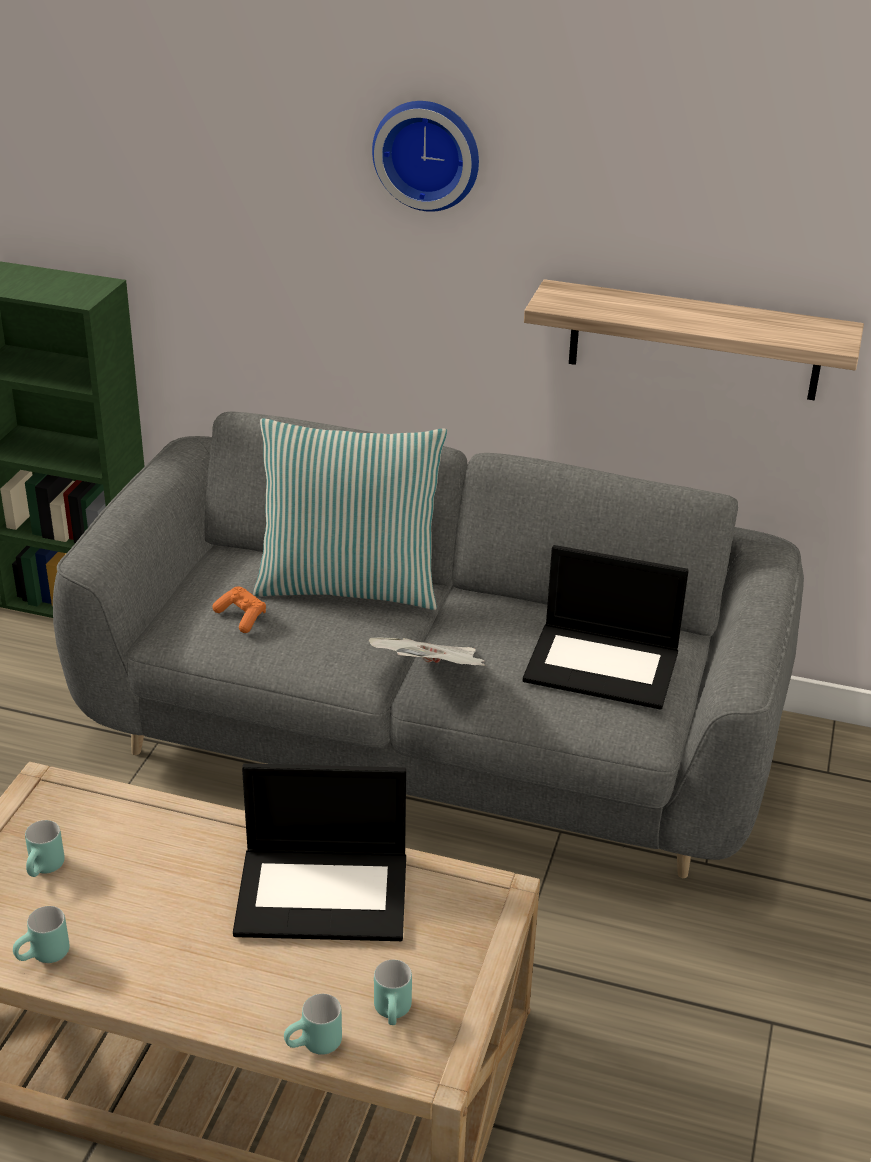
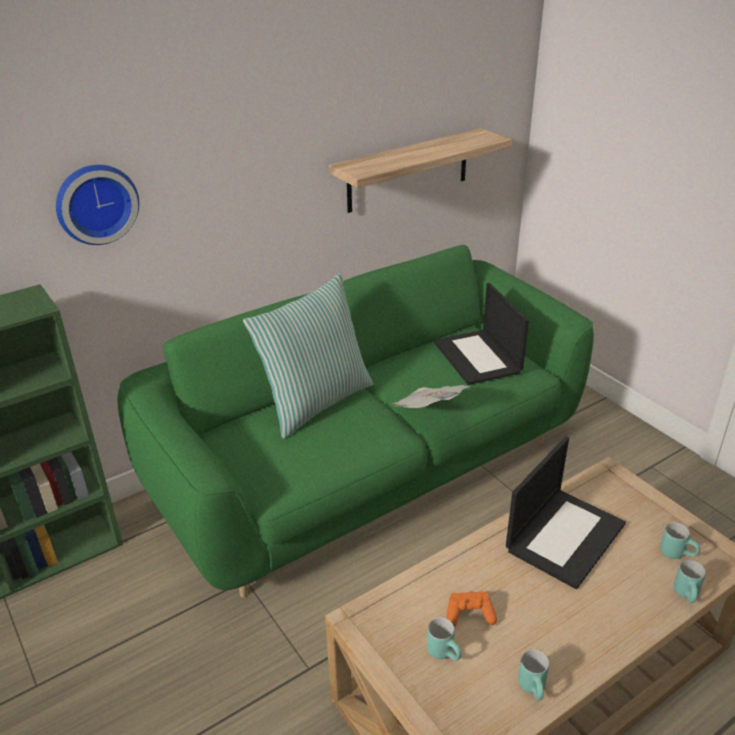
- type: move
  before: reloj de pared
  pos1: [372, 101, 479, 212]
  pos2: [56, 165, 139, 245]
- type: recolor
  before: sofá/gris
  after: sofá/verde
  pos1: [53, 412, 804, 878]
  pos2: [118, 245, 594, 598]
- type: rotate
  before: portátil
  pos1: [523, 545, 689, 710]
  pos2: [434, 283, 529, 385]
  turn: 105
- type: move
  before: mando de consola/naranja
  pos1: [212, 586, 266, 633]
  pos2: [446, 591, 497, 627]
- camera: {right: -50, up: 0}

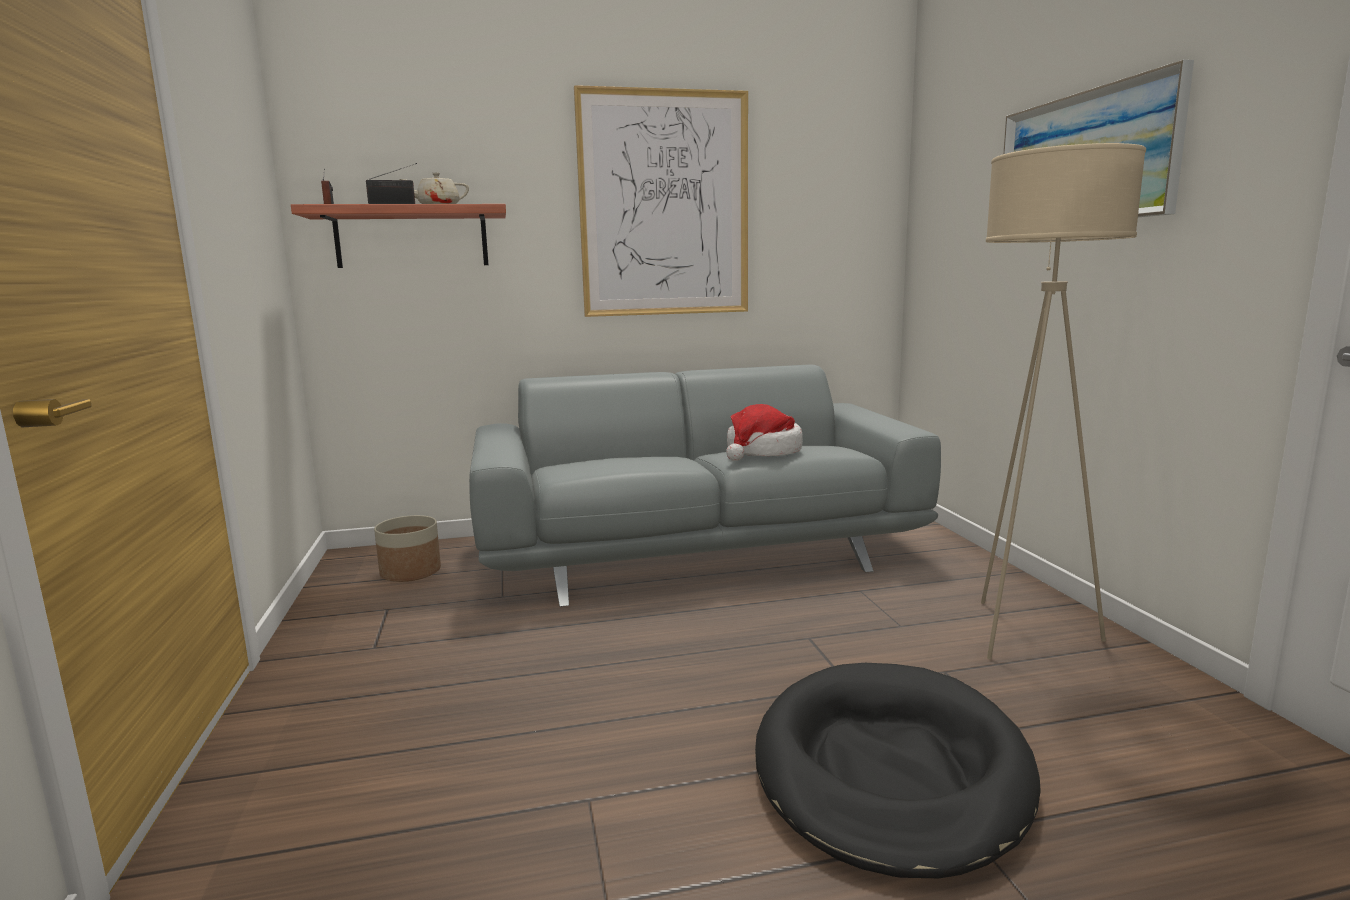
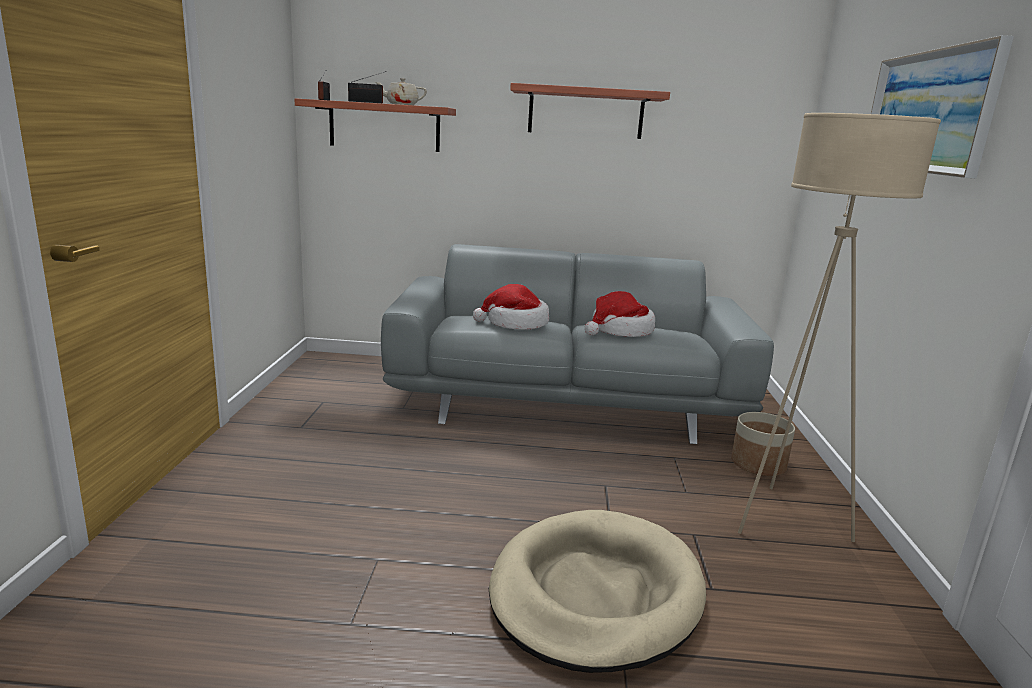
- type: insert
  after: sombrero
  pos2: [473, 284, 549, 330]
- type: recolor
  before: cama para perro/negro
  after: cama para perro/beis
  pos1: [755, 663, 1041, 878]
  pos2: [489, 510, 706, 673]
- type: replace
  before: cuadro
  after: estante
  pos1: [574, 85, 748, 317]
  pos2: [510, 83, 670, 139]
- type: move
  before: maceta
  pos1: [374, 515, 441, 582]
  pos2: [731, 412, 795, 476]
- camera: {right: 15, up: 5}

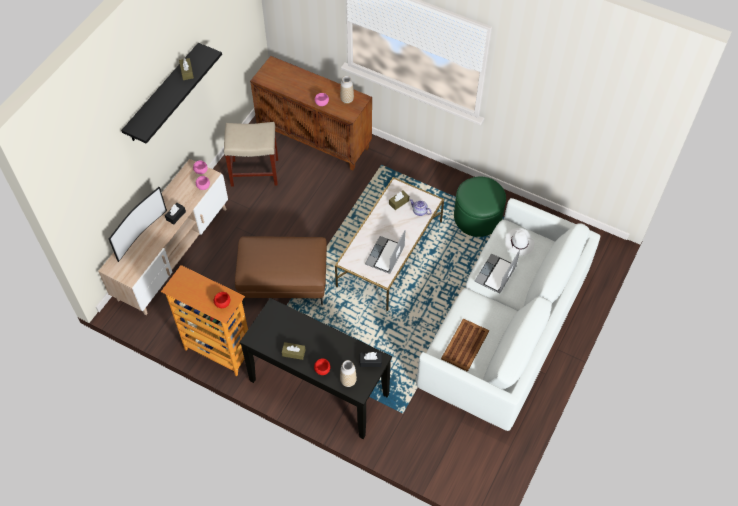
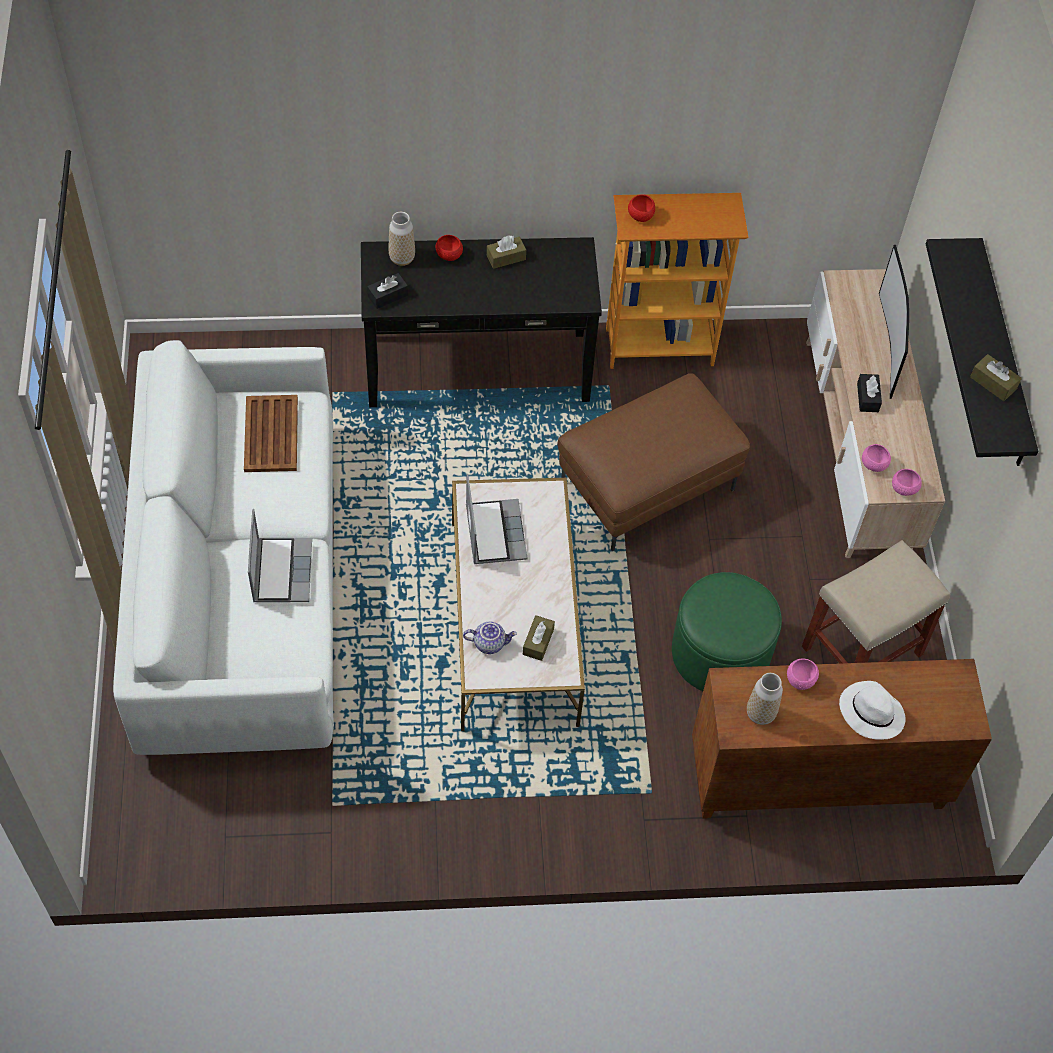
- type: move
  before: puf/verde
  pos1: [454, 177, 506, 237]
  pos2: [672, 572, 782, 691]
- type: move
  before: sombrero/blanco
  pos1: [505, 228, 535, 256]
  pos2: [839, 681, 906, 740]
- camera: {right: 145, up: 0}

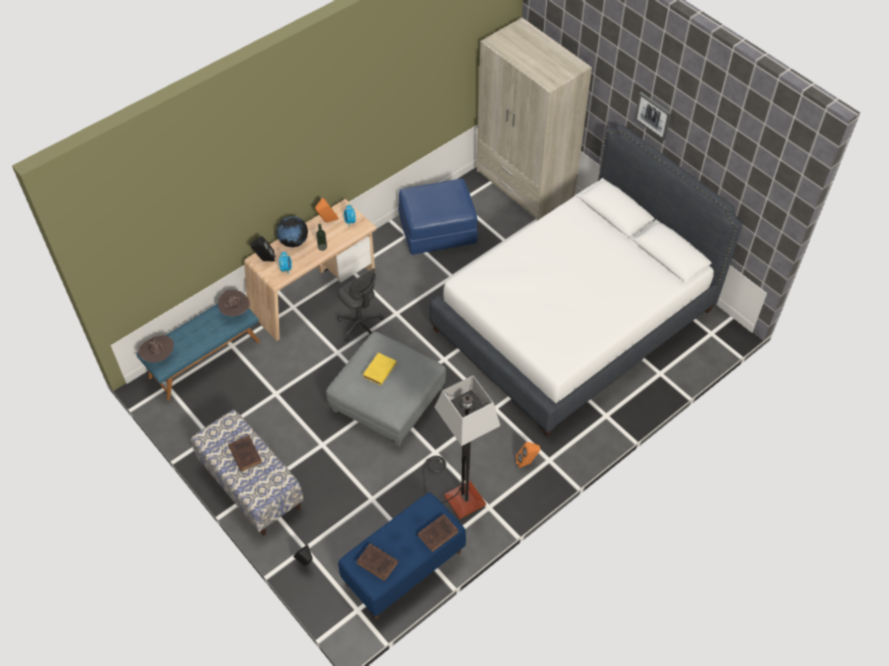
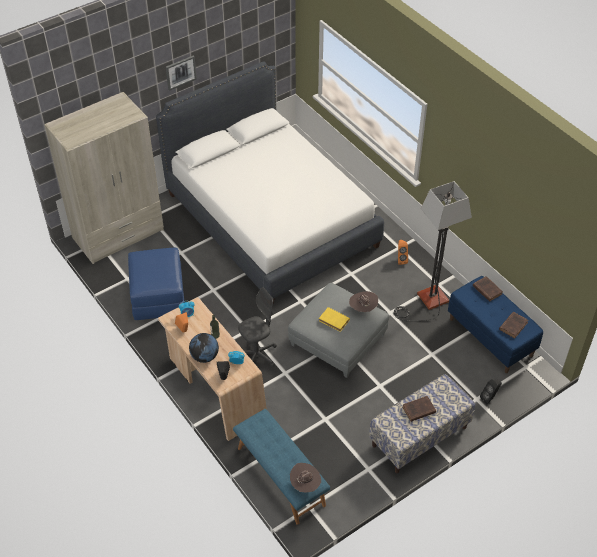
- type: move
  before: sombrero/marrón
  pos1: [218, 290, 249, 316]
  pos2: [349, 291, 378, 312]
- camera: {right: -85, up: -5}

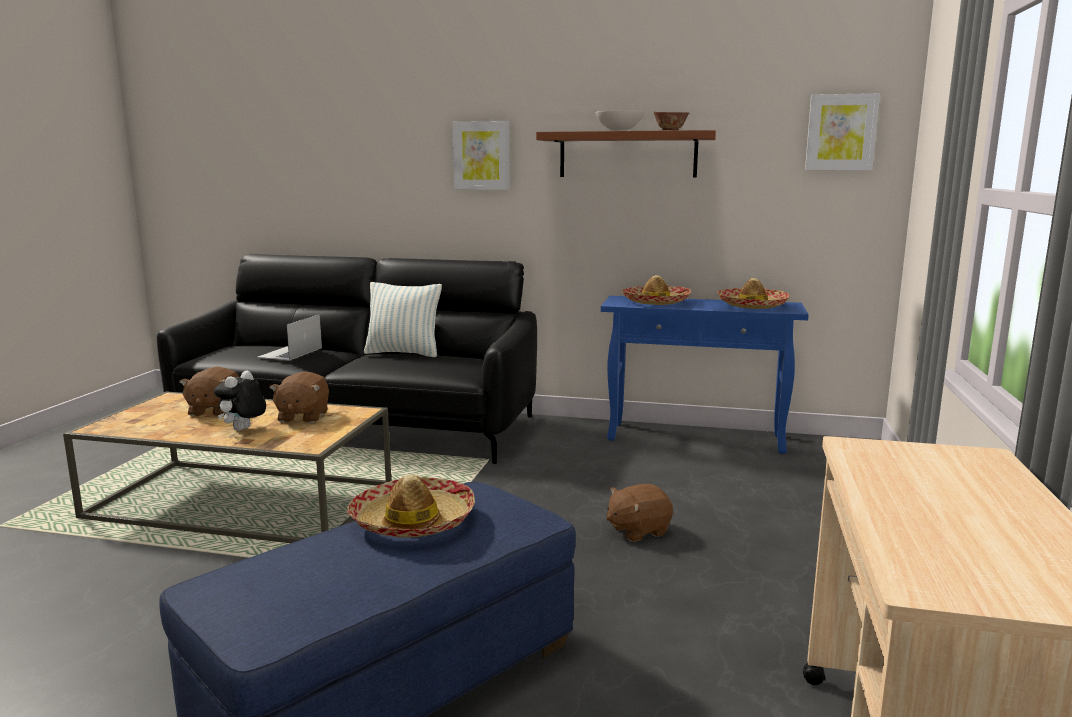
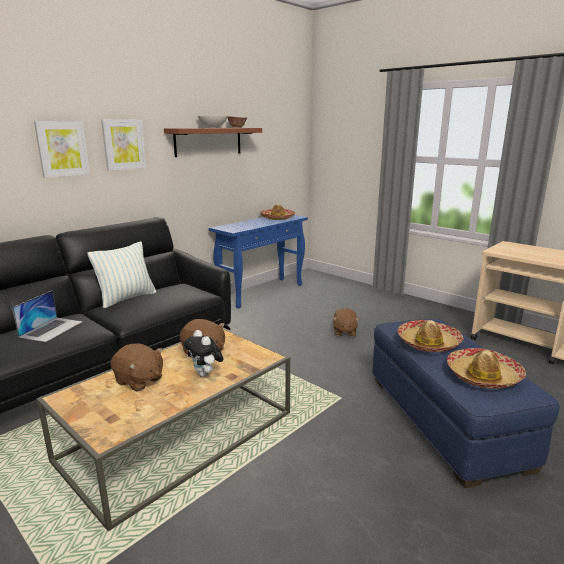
- type: rotate
  before: portátil
  pos1: [257, 314, 322, 361]
  pos2: [12, 290, 83, 342]
  turn: -120
- type: move
  before: cuadro
  pos1: [805, 93, 880, 170]
  pos2: [34, 121, 90, 178]
- type: move
  before: sombrero
  pos1: [622, 275, 691, 305]
  pos2: [447, 348, 526, 389]
- camera: {right: -60, up: 5}

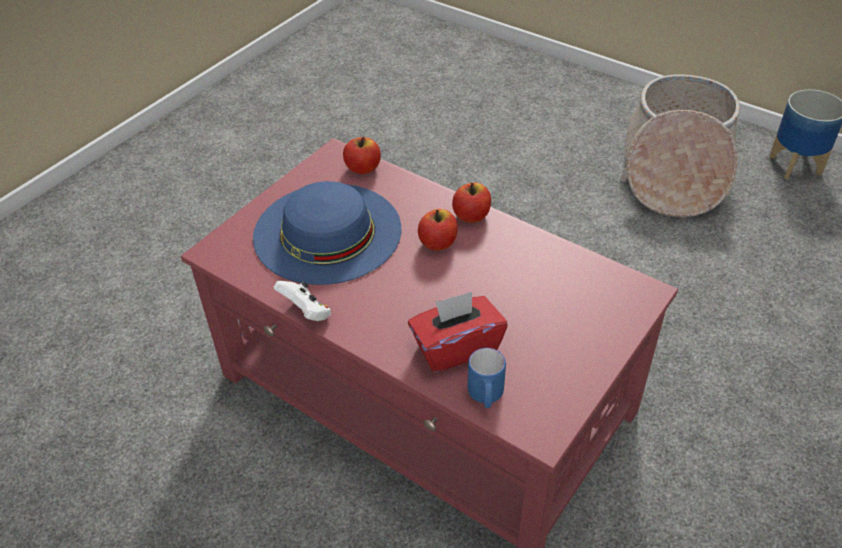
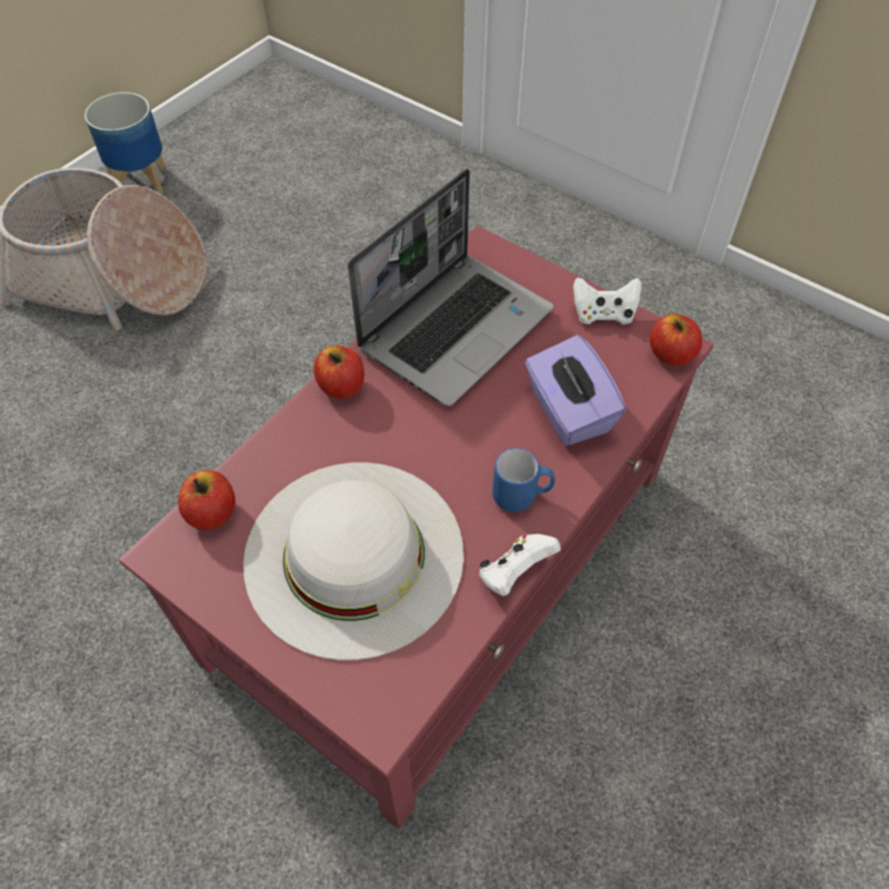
- type: recolor
  before: sombrero/azul
  after: sombrero/blanco
  pos1: [253, 181, 401, 285]
  pos2: [243, 462, 464, 660]
- type: insert
  after: portátil
  pos2: [348, 169, 553, 407]
- type: move
  before: taza grande/azul
  pos1: [468, 348, 506, 408]
  pos2: [492, 448, 555, 512]
- type: recolor
  before: caja de pañuelos/rojo
  after: caja de pañuelos/morado
  pos1: [408, 292, 508, 372]
  pos2: [525, 335, 626, 446]
- type: insert
  after: mando de consola/blanco
  pos2: [573, 277, 641, 324]
- type: move
  before: manzana
  pos1: [418, 209, 458, 250]
  pos2: [650, 314, 702, 366]
- camera: {right: -90, up: 10}

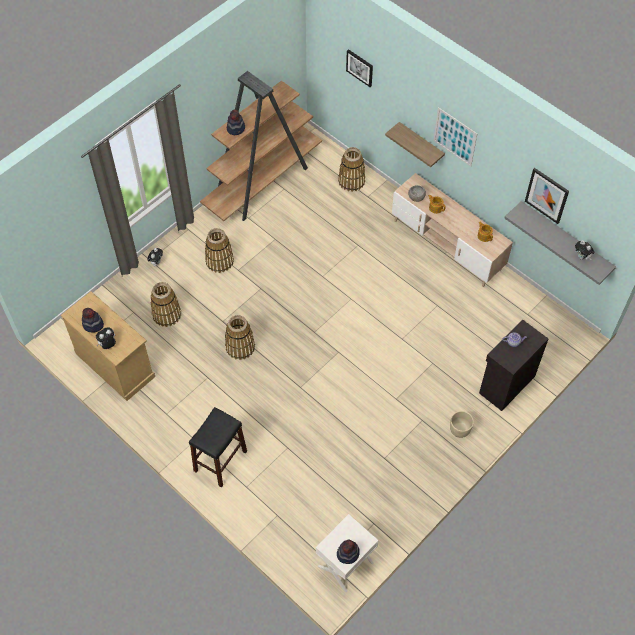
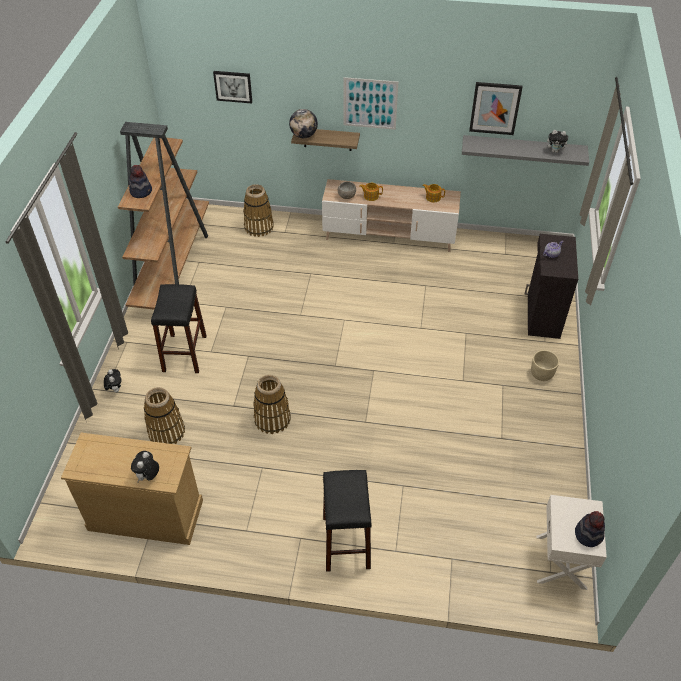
- type: replace
  before: cesta
  after: taburete/negro
  pos1: [205, 228, 234, 273]
  pos2: [151, 284, 207, 373]
- type: insert
  after: globo terráqueo
  pos2: [289, 109, 318, 138]
- type: delete
  before: sombrero
  pos1: [82, 308, 104, 333]
- camera: {right: -35, up: -10}

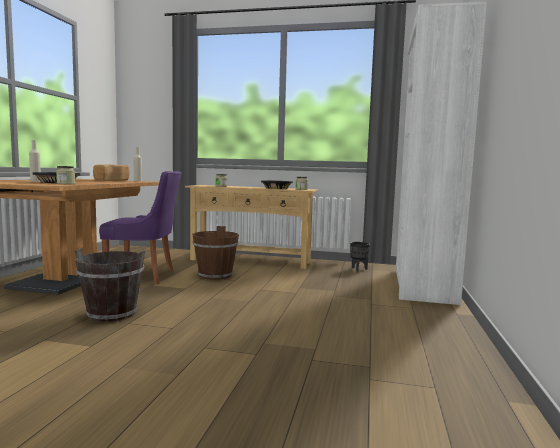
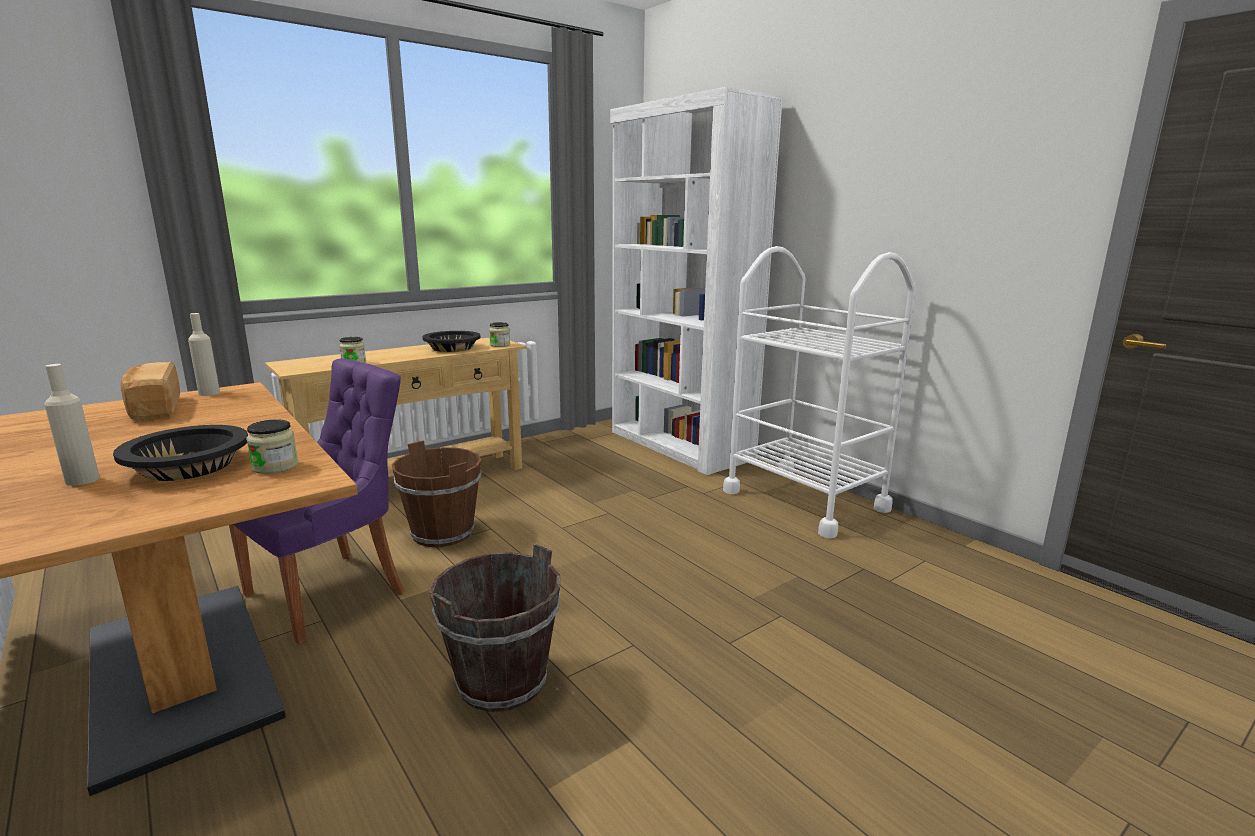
- type: insert
  after: carrito/blanco
  pos2: [723, 246, 916, 539]
- type: delete
  before: maceta/negro
  pos1: [350, 242, 370, 271]
- camera: {right: -50, up: 10}

